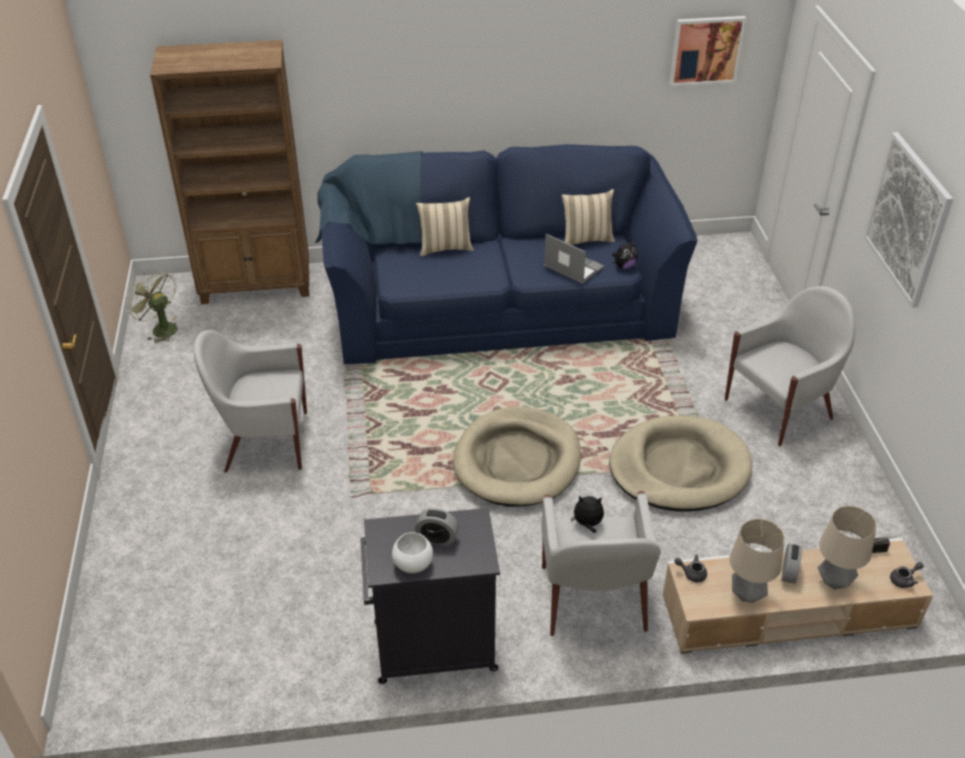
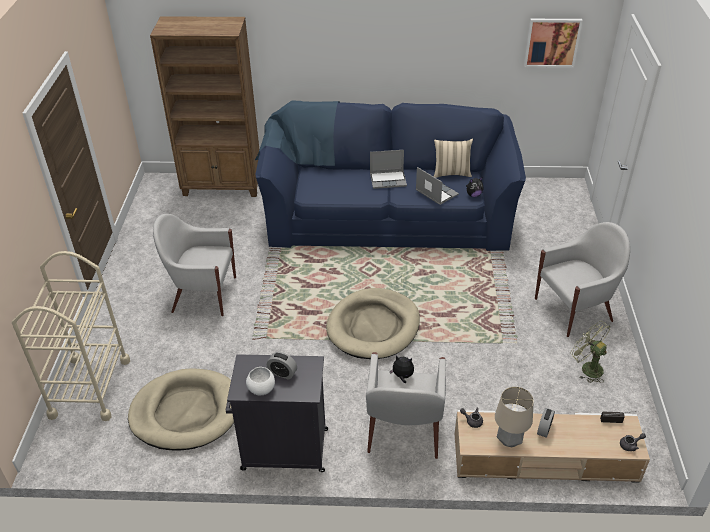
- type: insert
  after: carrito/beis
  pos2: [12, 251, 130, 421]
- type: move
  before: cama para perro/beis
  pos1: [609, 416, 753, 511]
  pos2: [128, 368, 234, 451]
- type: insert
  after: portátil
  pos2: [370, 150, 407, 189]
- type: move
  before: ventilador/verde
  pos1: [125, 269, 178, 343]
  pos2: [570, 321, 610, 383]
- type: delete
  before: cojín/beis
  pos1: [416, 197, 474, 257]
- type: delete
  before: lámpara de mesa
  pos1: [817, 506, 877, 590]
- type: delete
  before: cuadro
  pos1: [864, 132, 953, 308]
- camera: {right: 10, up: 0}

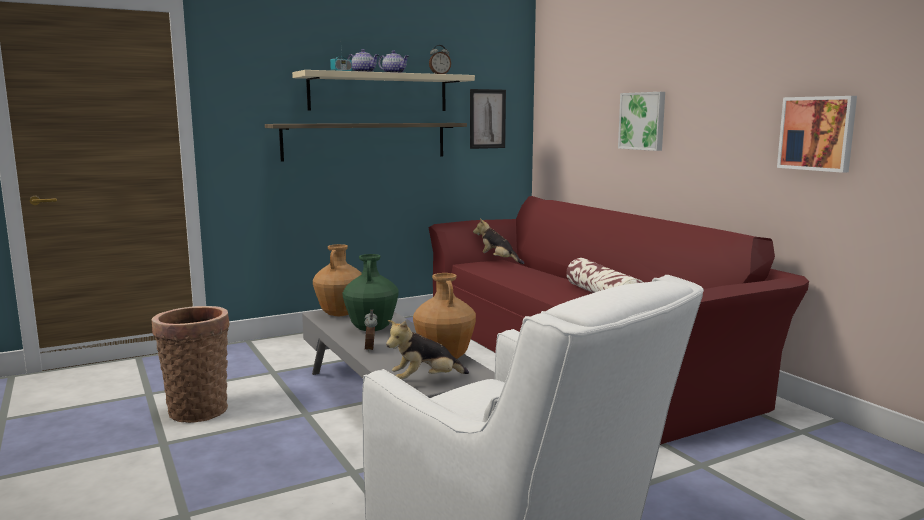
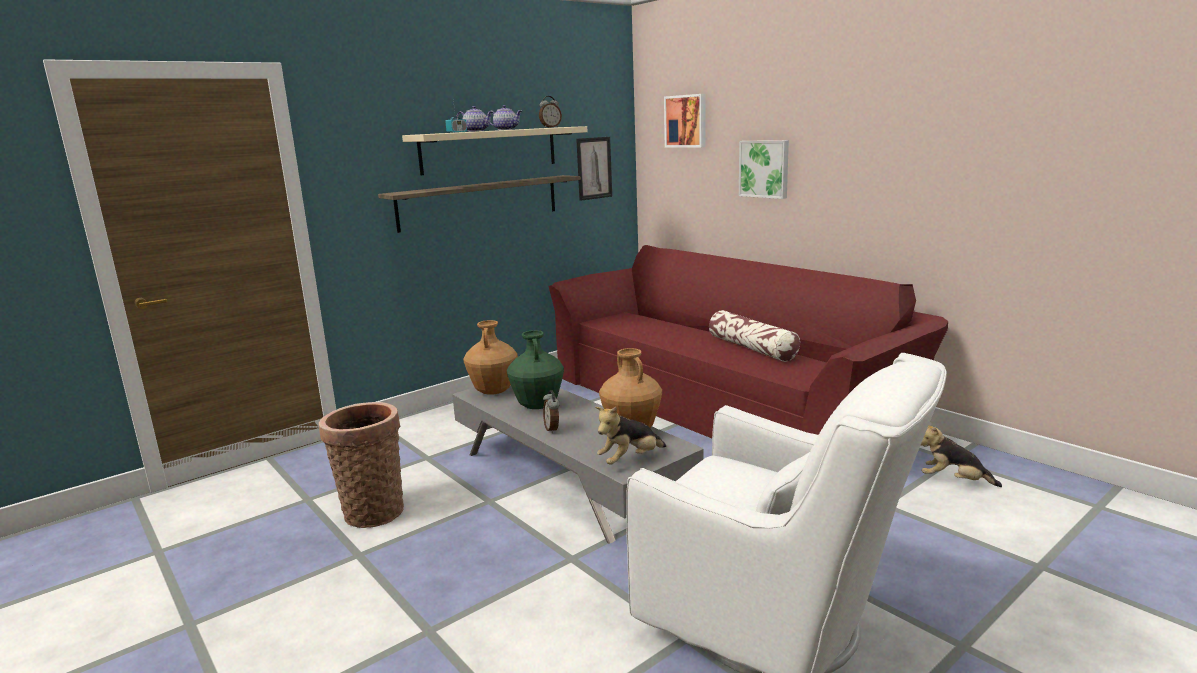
- type: move
  before: cuadro
  pos1: [777, 96, 857, 173]
  pos2: [664, 94, 706, 147]
- type: move
  before: peluche
  pos1: [473, 219, 525, 264]
  pos2: [921, 425, 1002, 487]
- camera: {right: -10, up: 5}

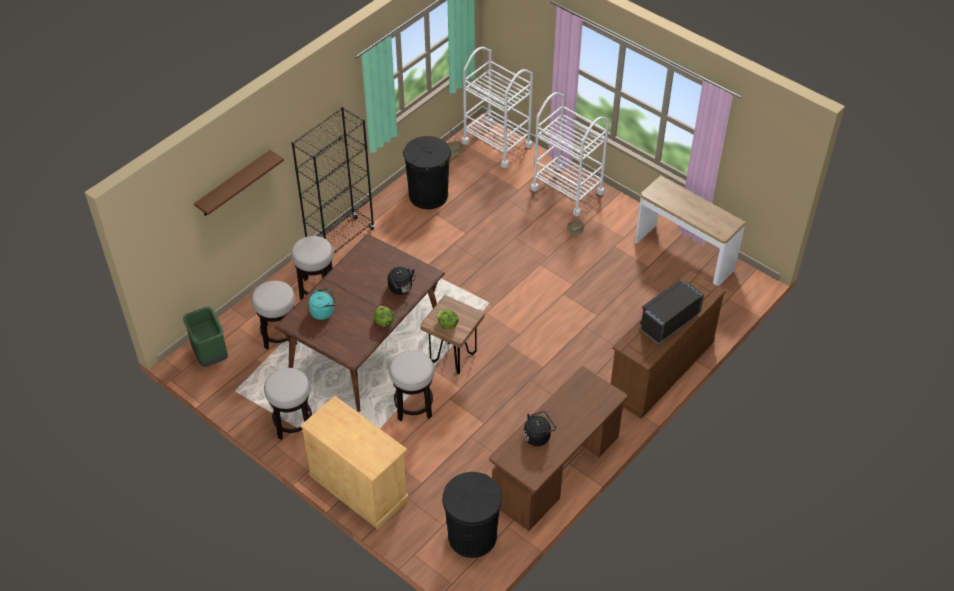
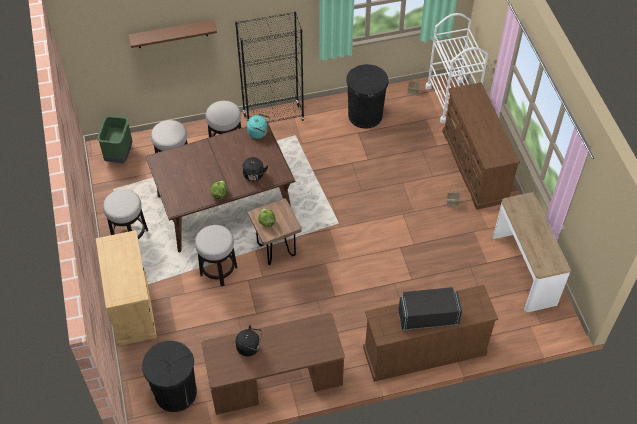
- type: move
  before: hervidor/turquesa
  pos1: [308, 288, 337, 320]
  pos2: [247, 113, 270, 139]
- type: replace
  before: carrito/blanco
  after: cómoda/marrón
  pos1: [531, 92, 609, 216]
  pos2: [442, 82, 520, 210]
- camera: {right: 35, up: 5}

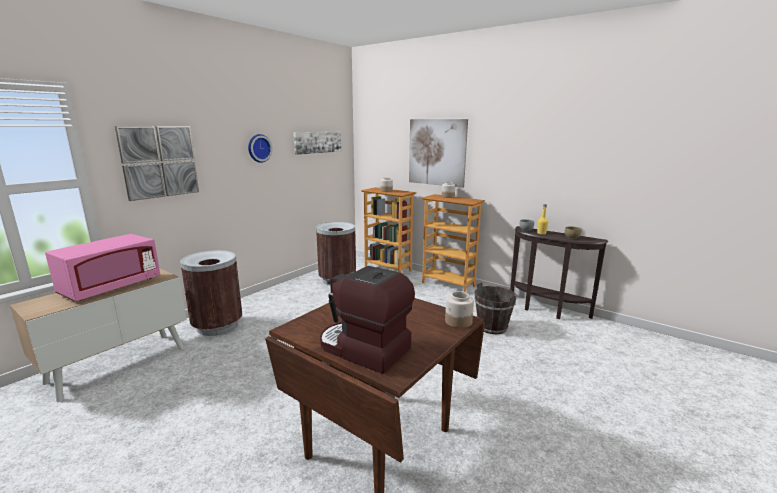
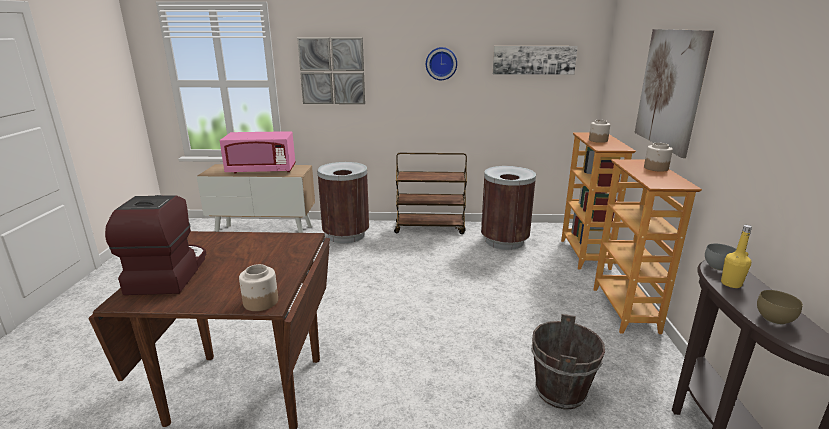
- type: insert
  after: carrito/marrón
  pos2: [394, 153, 467, 234]
- camera: {right: 55, up: 5}

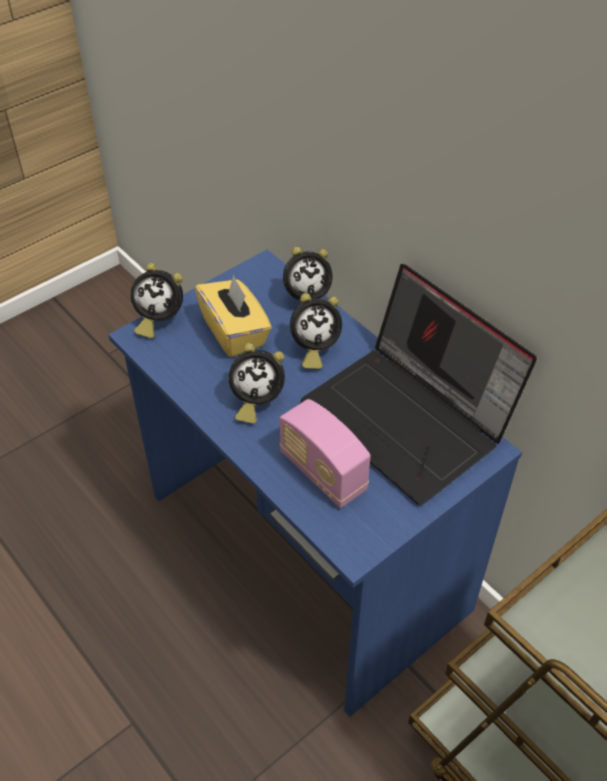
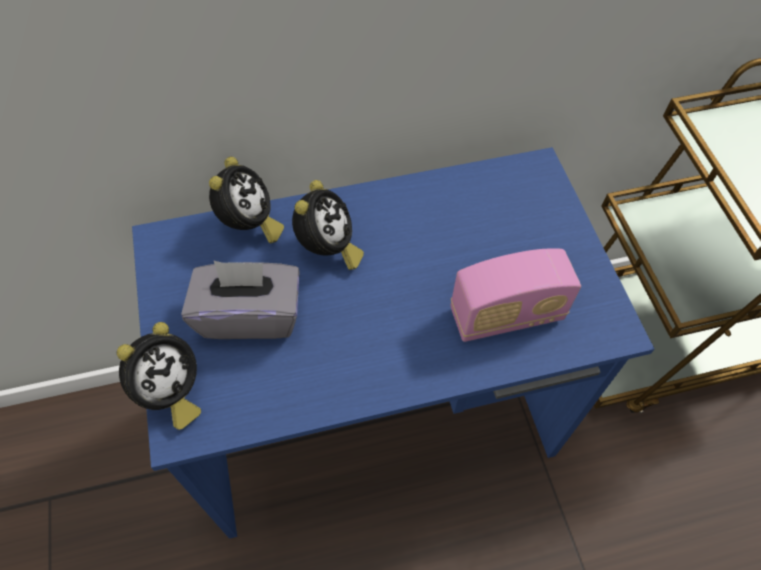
- type: recolor
  before: caja de pañuelos/amarillo
  after: caja de pañuelos/gris
  pos1: [195, 274, 272, 357]
  pos2: [181, 261, 300, 339]
- type: delete
  before: despertador
  pos1: [229, 343, 285, 424]
- type: delete
  before: portátil
  pos1: [301, 264, 537, 505]
- camera: {right: -65, up: 10}

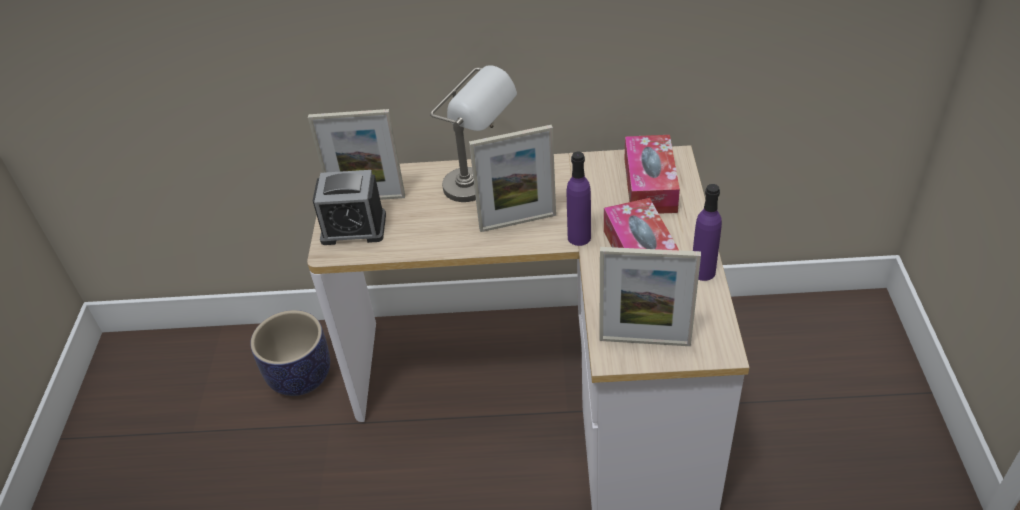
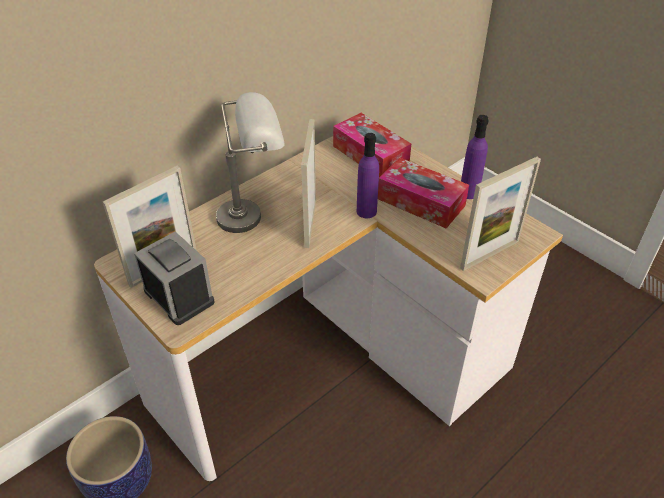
- type: rotate
  before: despertador
  pos1: [313, 170, 386, 245]
  pos2: [134, 232, 215, 325]
  turn: -90
- type: rotate
  before: portarretratos
  pos1: [469, 125, 556, 232]
  pos2: [301, 119, 316, 248]
  turn: 150
- camera: {right: -45, up: 0}

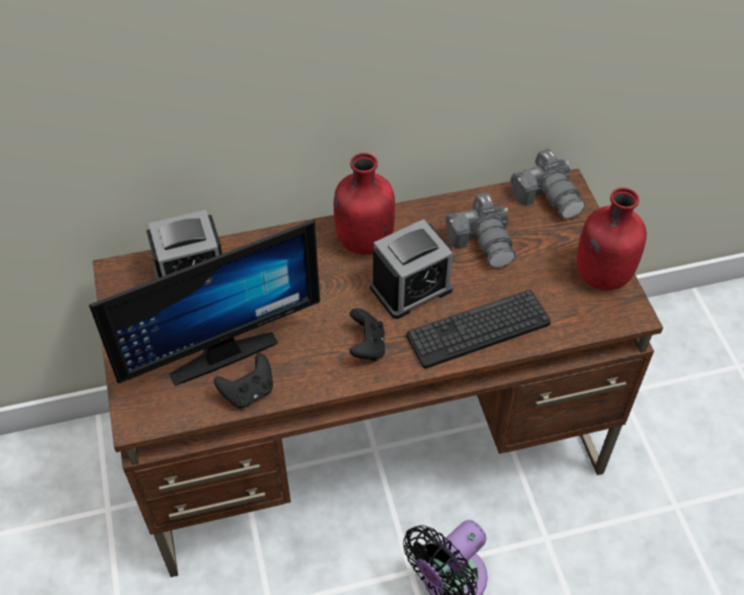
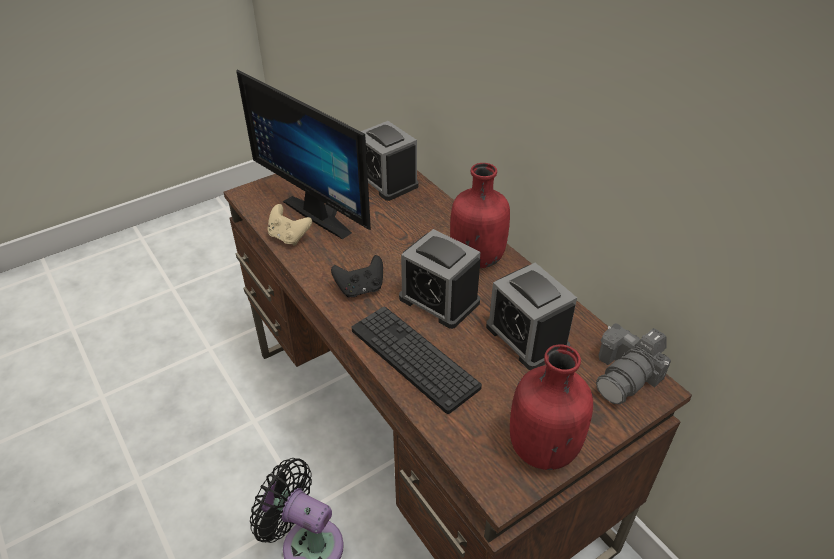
- type: recolor
  before: mando de consola/negro
  after: mando de consola/beis
  pos1: [214, 353, 273, 408]
  pos2: [267, 204, 312, 246]
- type: replace
  before: cámara
  after: despertador
  pos1: [446, 193, 516, 268]
  pos2: [486, 263, 577, 370]
- camera: {right: 70, up: -10}

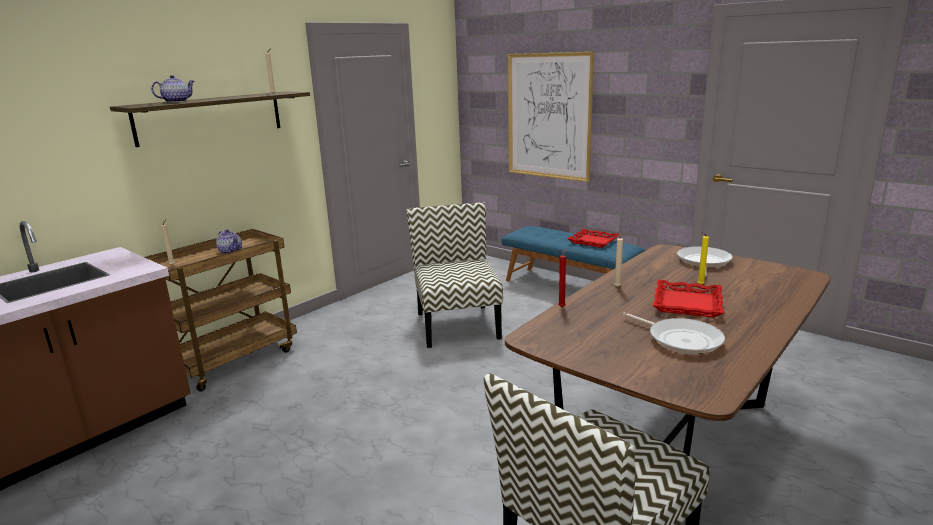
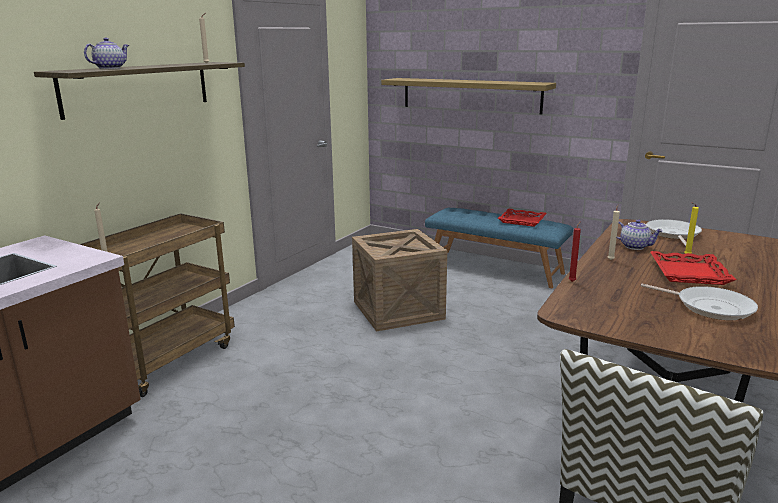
- type: replace
  before: silla
  after: caja de embalaje
  pos1: [406, 202, 503, 348]
  pos2: [352, 229, 447, 332]
- type: replace
  before: cuadro
  after: estante
  pos1: [507, 52, 594, 182]
  pos2: [381, 78, 556, 115]
- type: move
  before: tetera
  pos1: [216, 230, 242, 254]
  pos2: [617, 219, 663, 250]
- camera: {right: -10, up: 0}

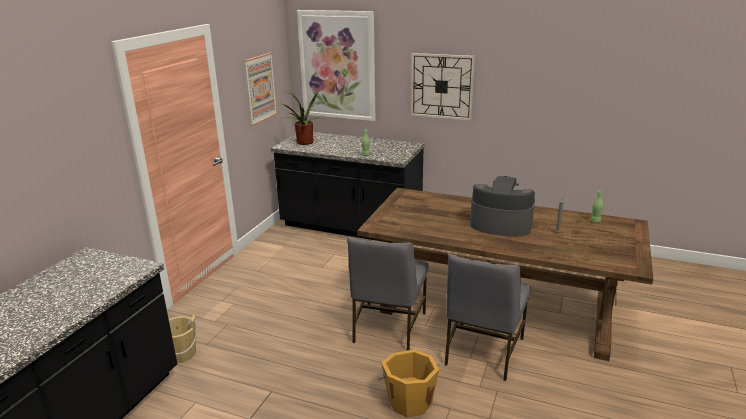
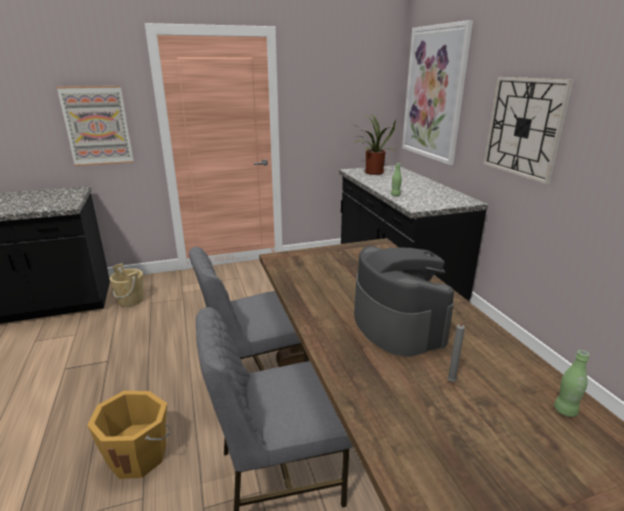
- type: move
  before: cuadro
  pos1: [244, 53, 278, 126]
  pos2: [57, 86, 134, 166]
- camera: {right: 50, up: 0}

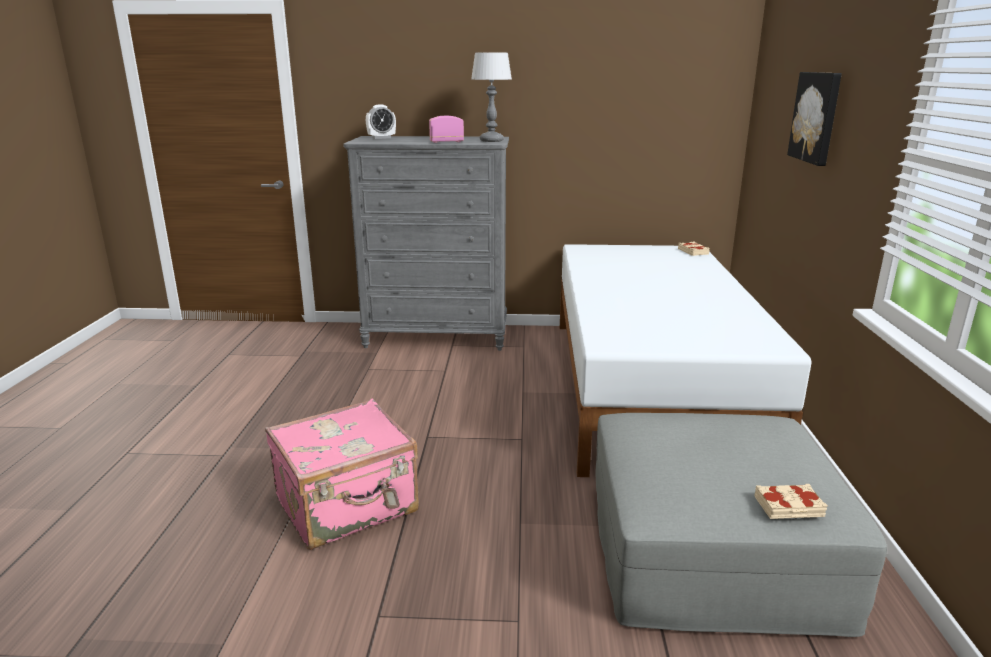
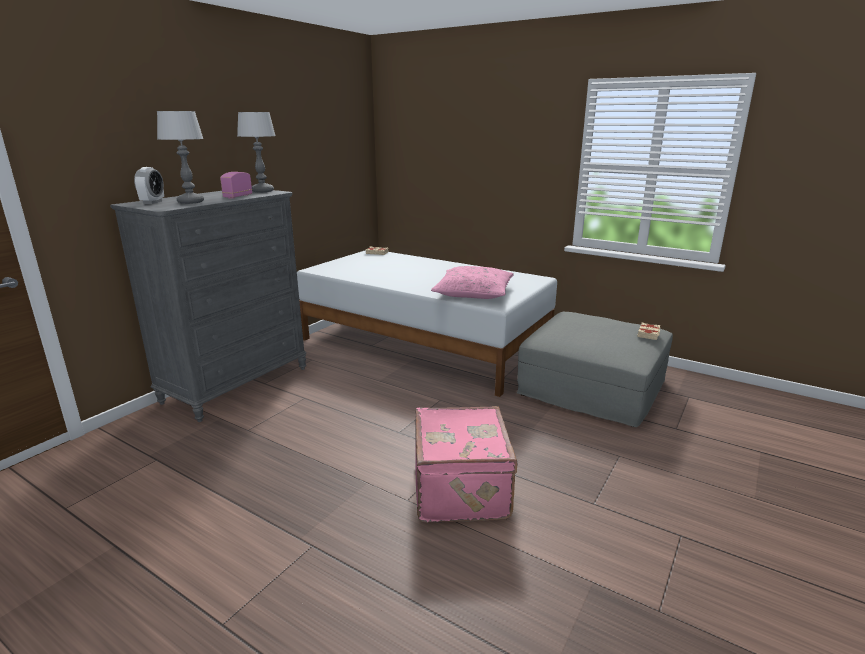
- type: insert
  after: lámpara de mesa
  pos2: [157, 111, 204, 204]
- type: insert
  after: cojín/rosa
  pos2: [431, 266, 514, 299]
- type: delete
  before: cuadro
  pos1: [787, 72, 842, 166]
- camera: {right: -60, up: 0}

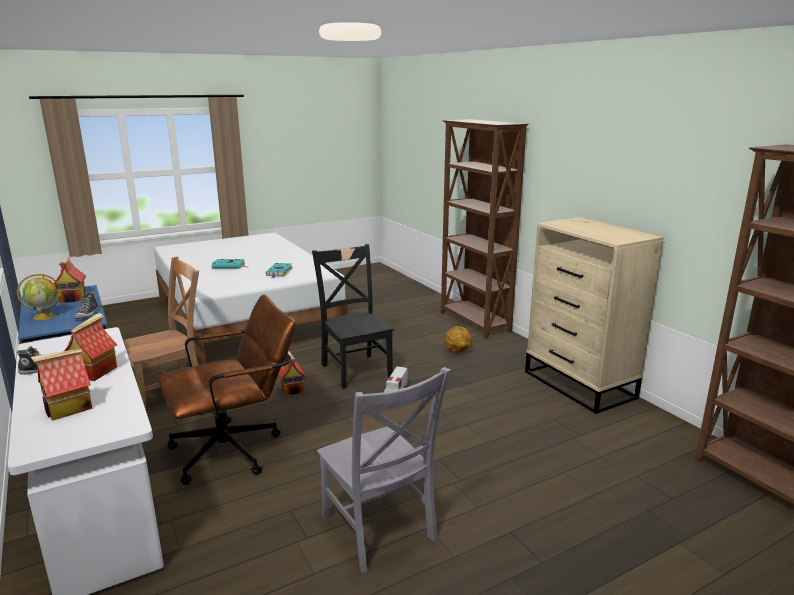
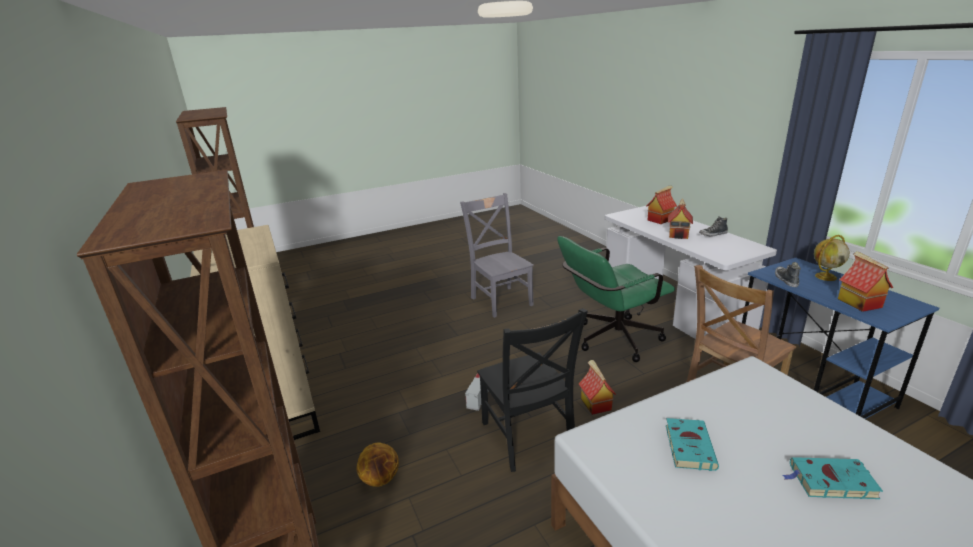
- type: recolor
  before: silla de oficina/marrón
  after: silla de oficina/verde
  pos1: [157, 295, 296, 485]
  pos2: [557, 236, 675, 362]
- camera: {right: -175, up: 5}

